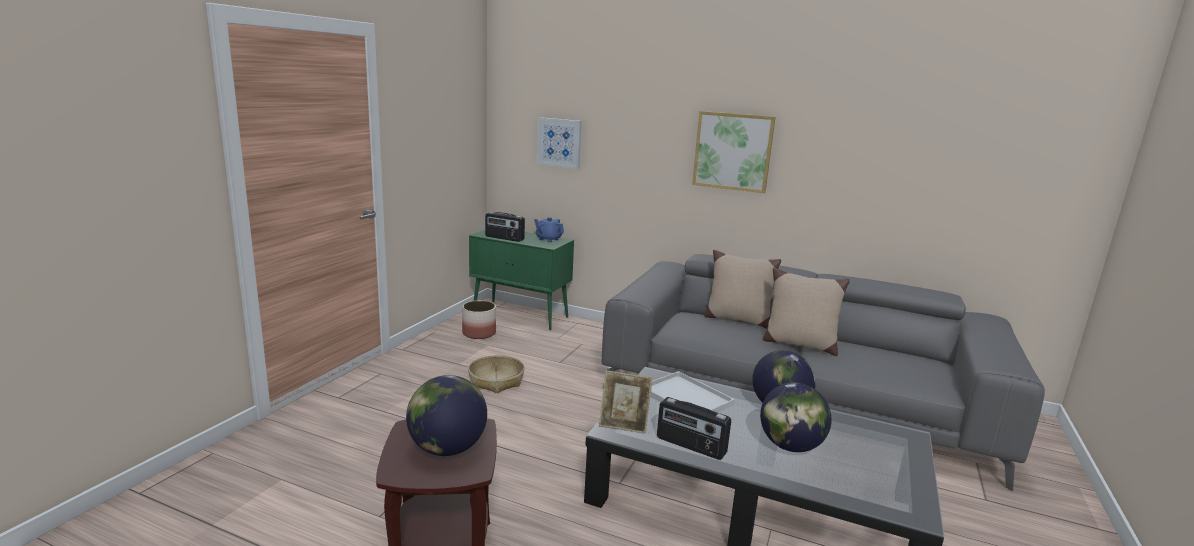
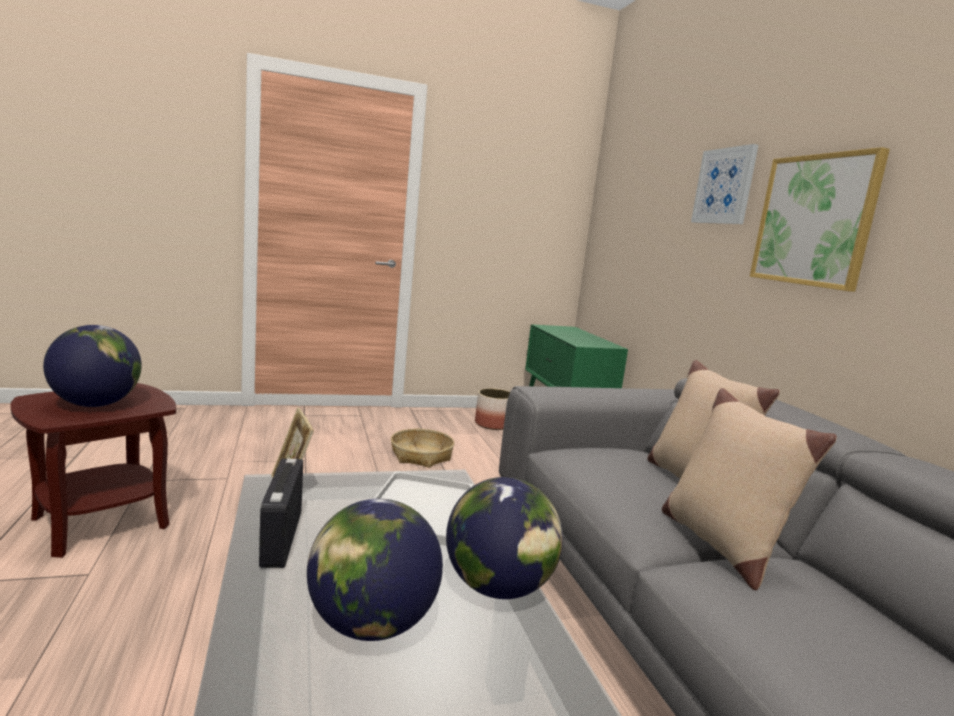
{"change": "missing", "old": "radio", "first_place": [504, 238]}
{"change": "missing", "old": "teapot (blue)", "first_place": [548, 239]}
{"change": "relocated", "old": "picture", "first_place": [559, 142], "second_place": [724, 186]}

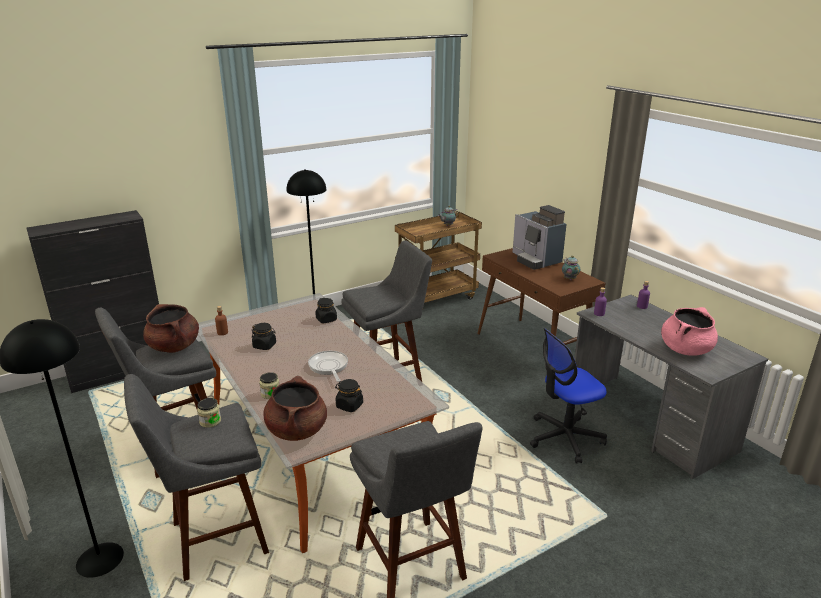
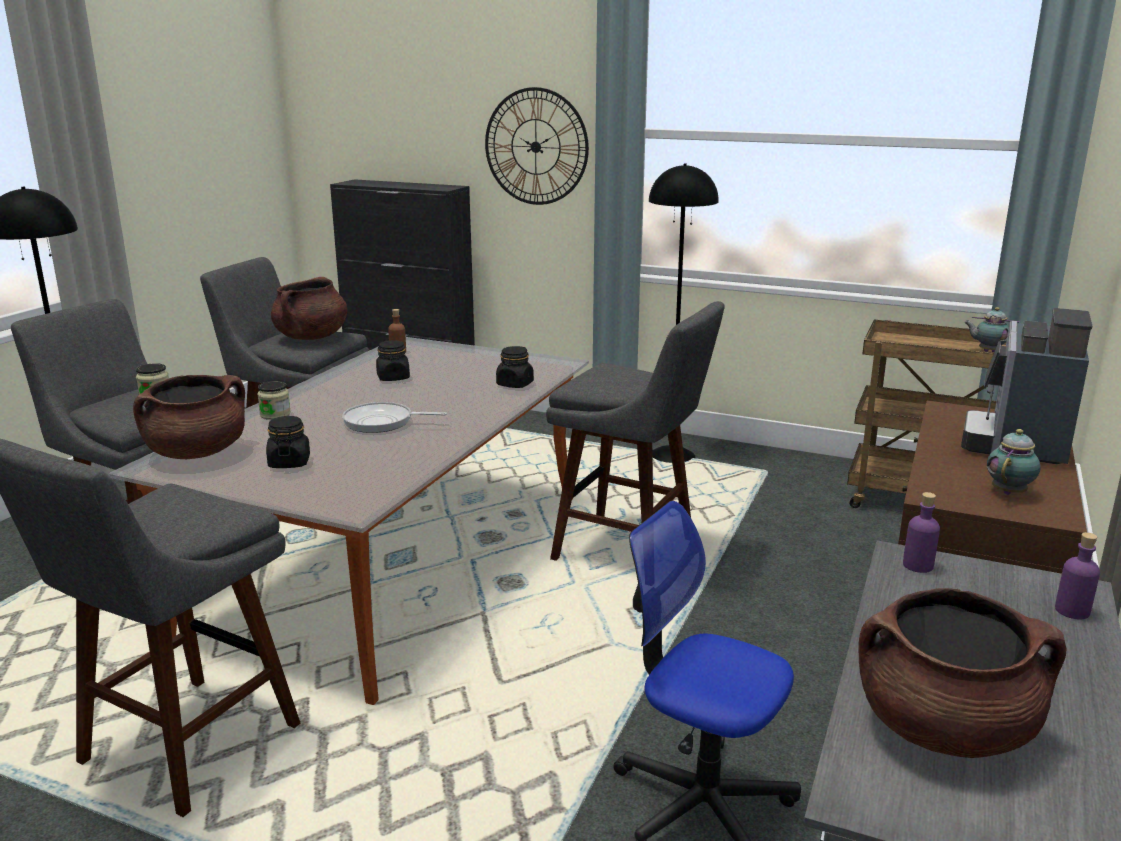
{"change": "spun", "old": "frying pan", "first_place": [328, 367], "second_place": [382, 422], "degrees": -120}
{"change": "colour", "old": "cooking pot (pink)", "new": "cooking pot (brown)", "first_place": [685, 349], "second_place": [944, 728]}
{"change": "appeared", "new": "wall clock", "second_place": [536, 147]}

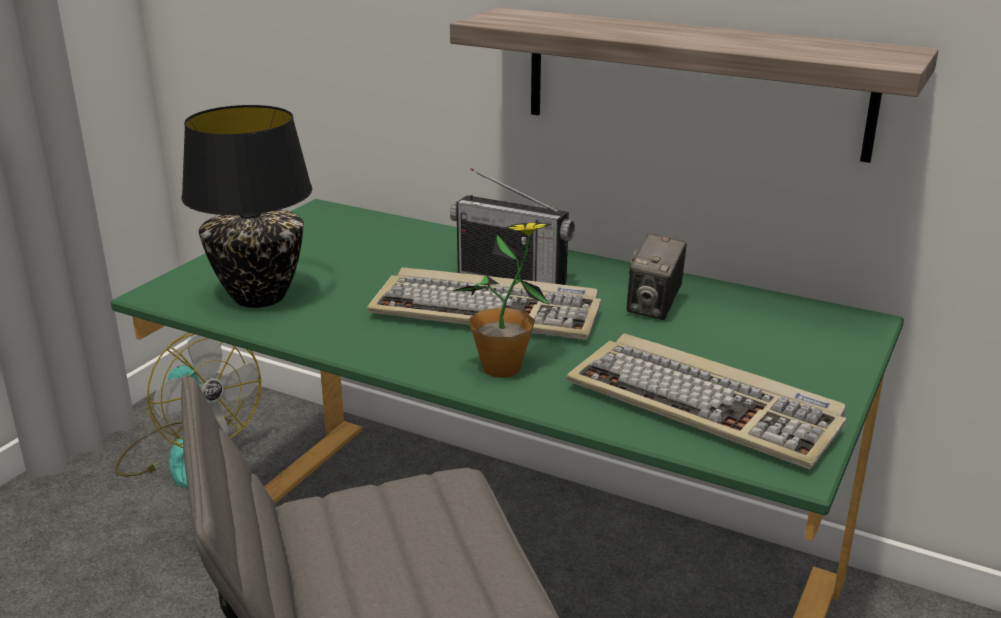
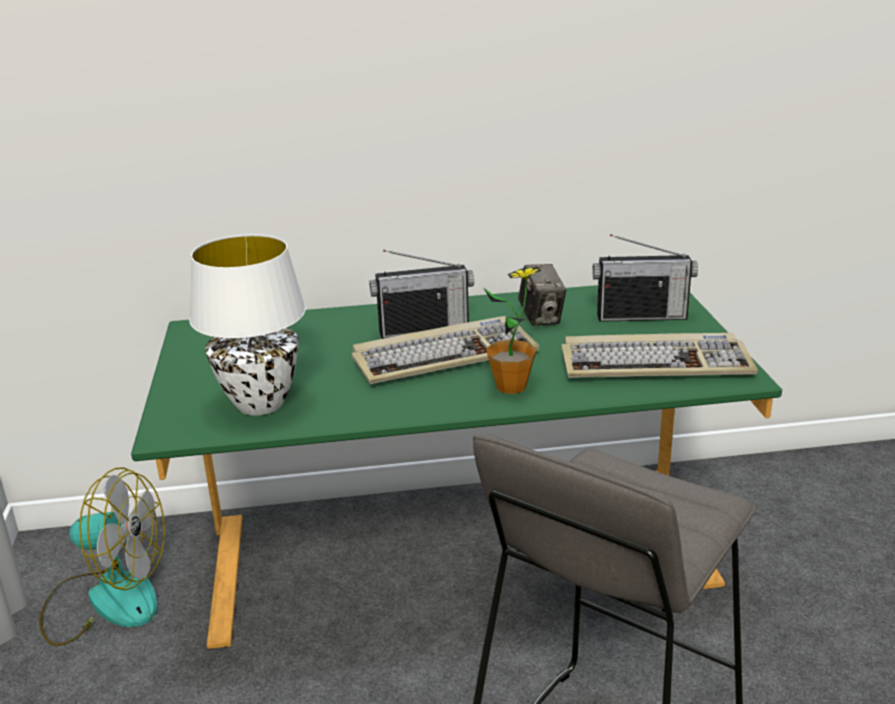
{"change": "colour", "old": "table lamp (black)", "new": "table lamp (white)", "first_place": [259, 296], "second_place": [259, 404]}
{"change": "missing", "old": "shelf", "first_place": [693, 82]}
{"change": "appeared", "new": "radio", "second_place": [641, 316]}

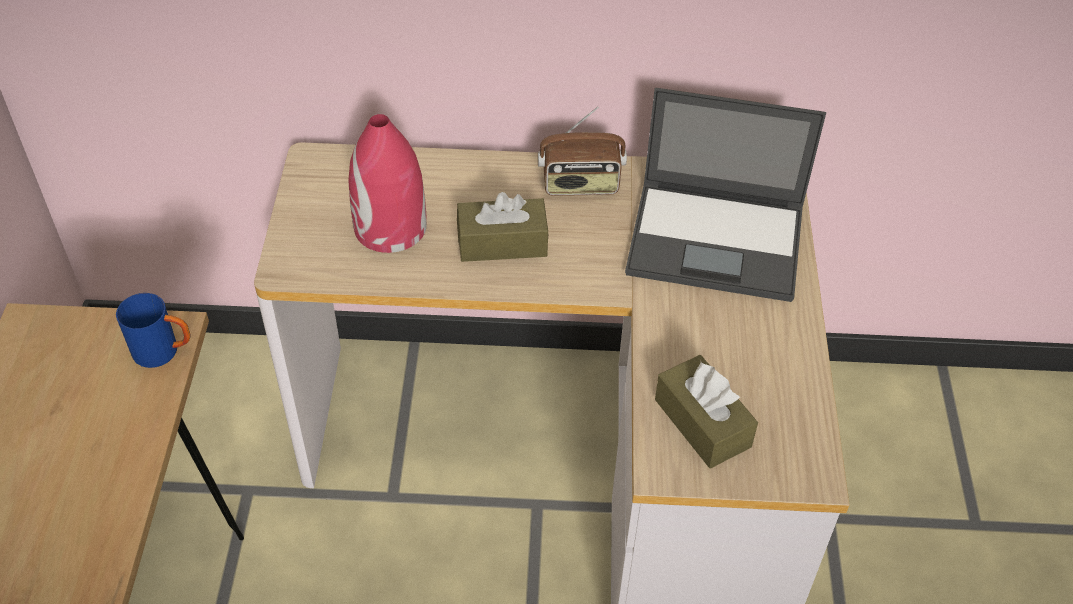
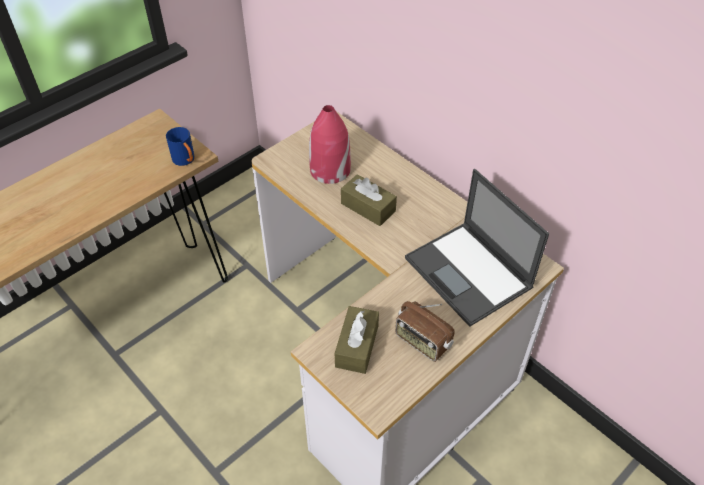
{"change": "relocated", "old": "radio", "first_place": [580, 185], "second_place": [422, 342]}

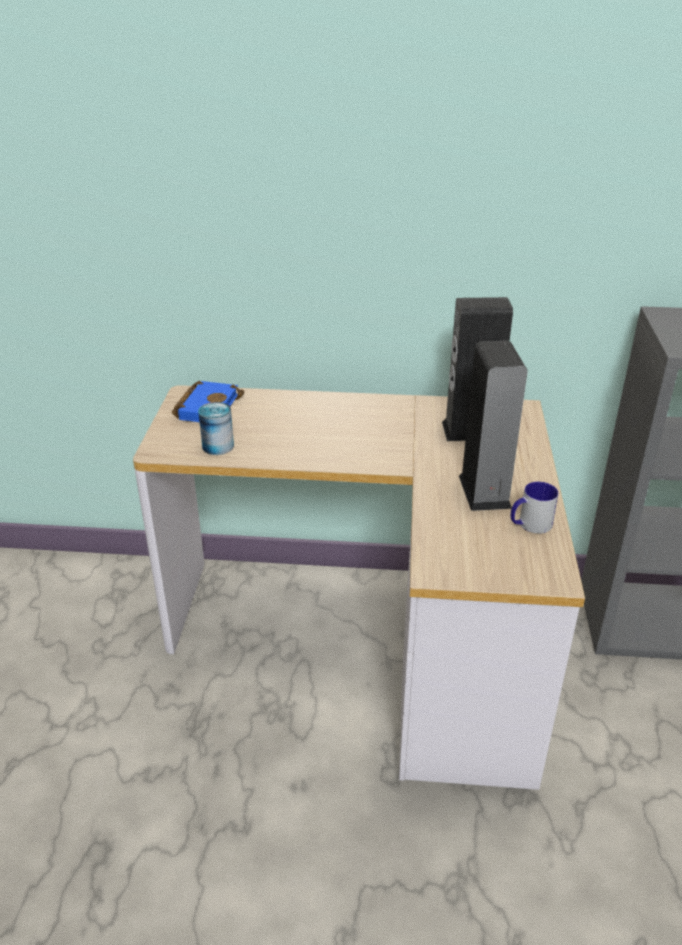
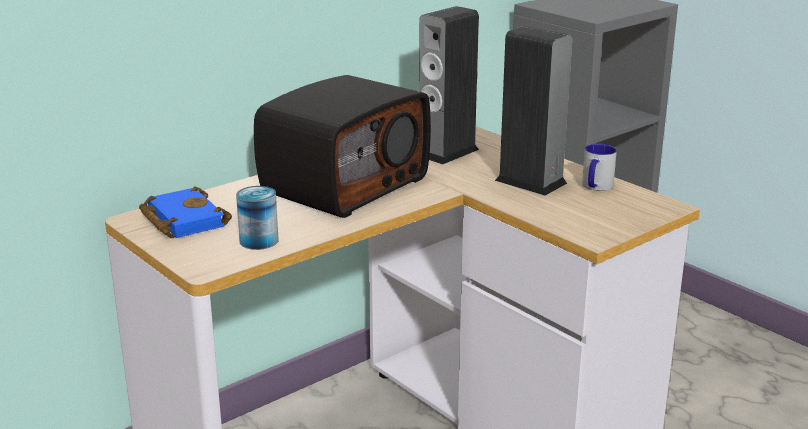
{"change": "appeared", "new": "radio", "second_place": [344, 185]}

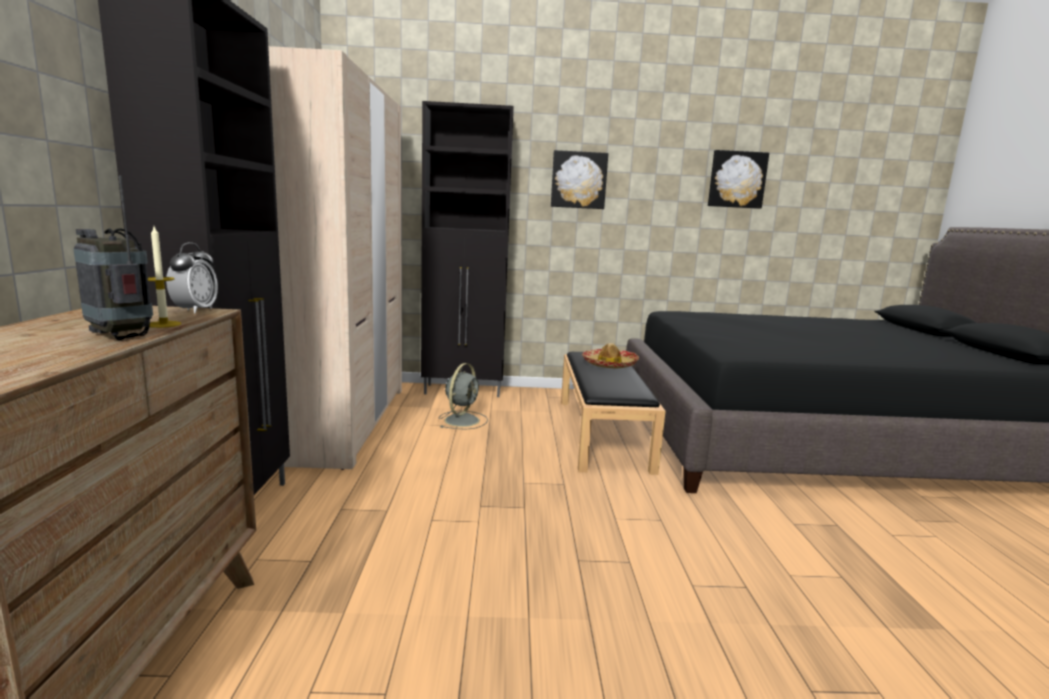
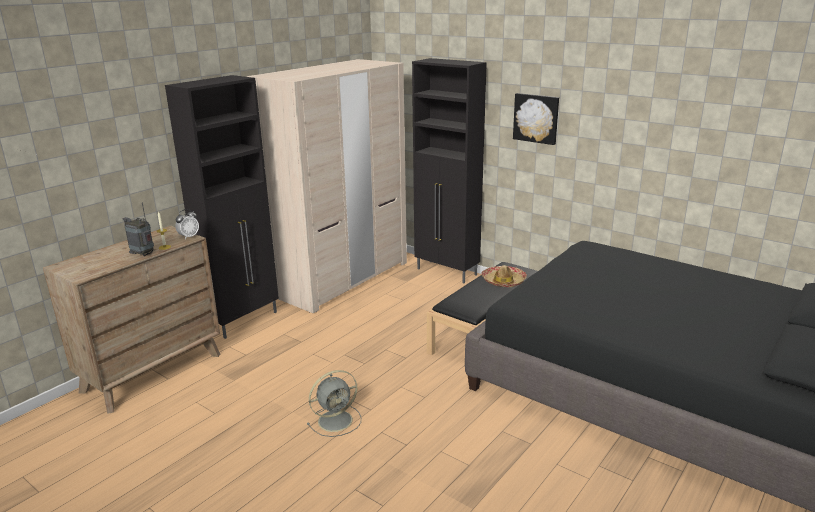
{"change": "spun", "old": "radio", "first_place": [121, 336], "second_place": [143, 254], "degrees": -45}
{"change": "relocated", "old": "fan (grey)", "first_place": [462, 420], "second_place": [336, 420]}
{"change": "missing", "old": "picture", "first_place": [736, 179]}

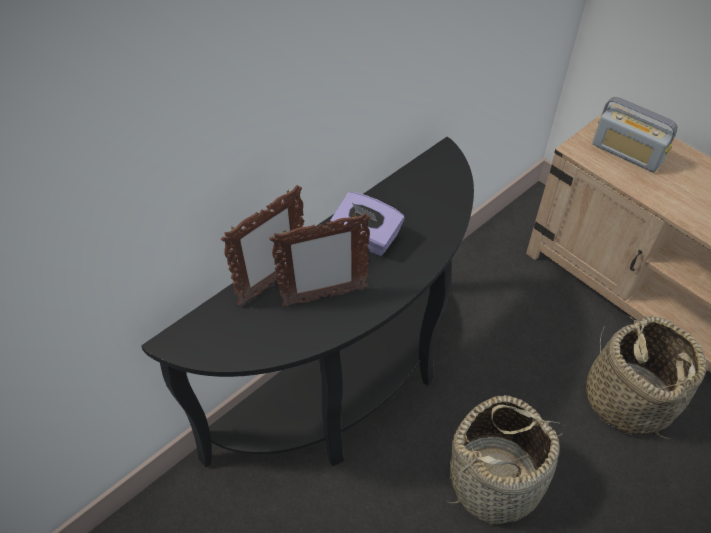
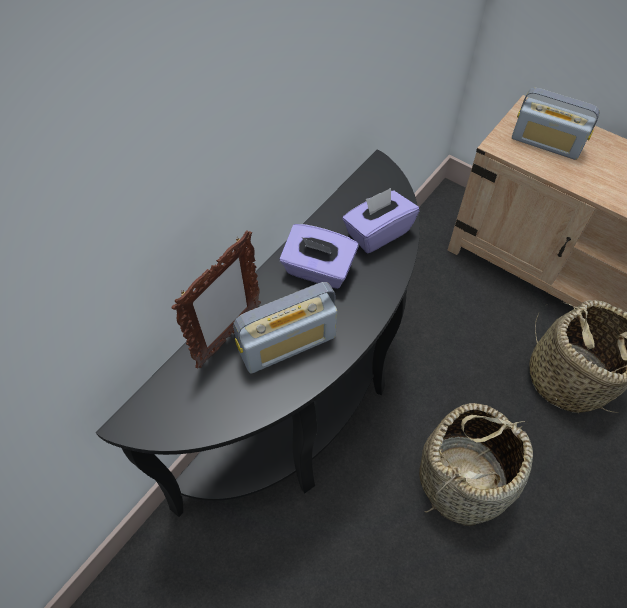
{"change": "exchanged", "old": "picture frame", "new": "radio", "first_place": [324, 297], "second_place": [287, 344]}
{"change": "appeared", "new": "tissue box (purple)", "second_place": [377, 233]}

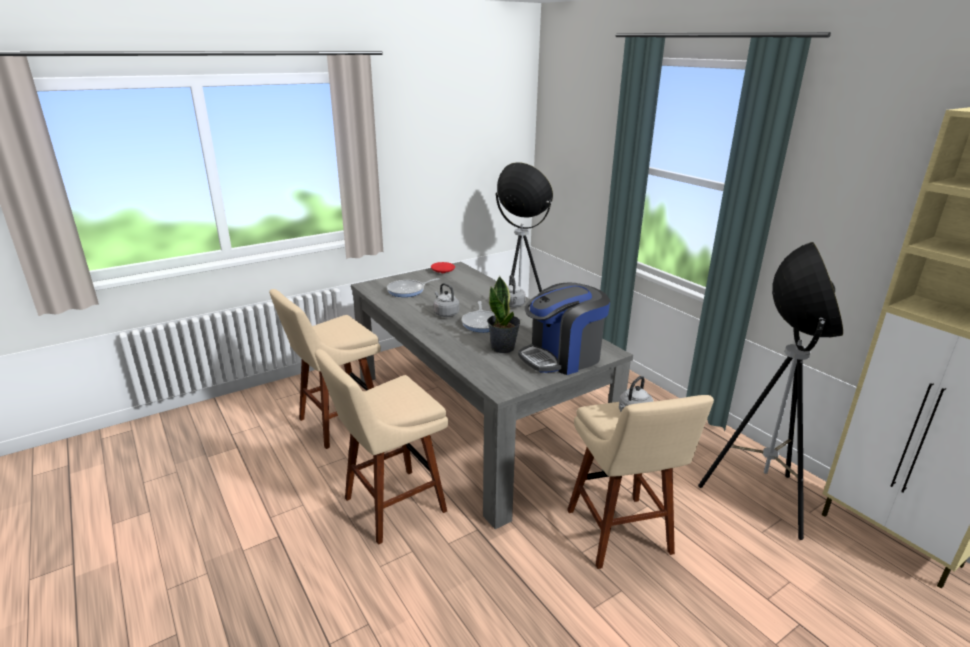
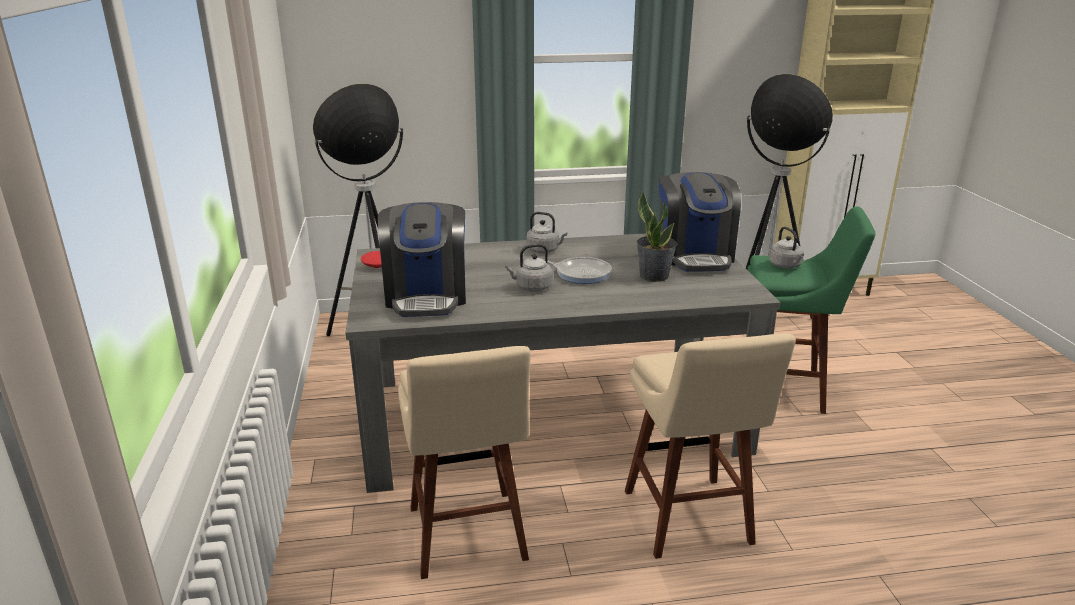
{"change": "exchanged", "old": "frying pan", "new": "coffee machine", "first_place": [408, 290], "second_place": [426, 296]}
{"change": "colour", "old": "stool (beige)", "new": "stool (green)", "first_place": [621, 535], "second_place": [786, 389]}

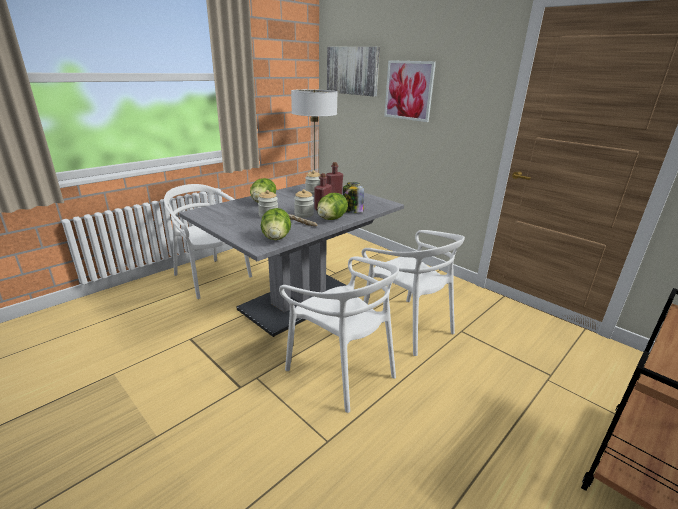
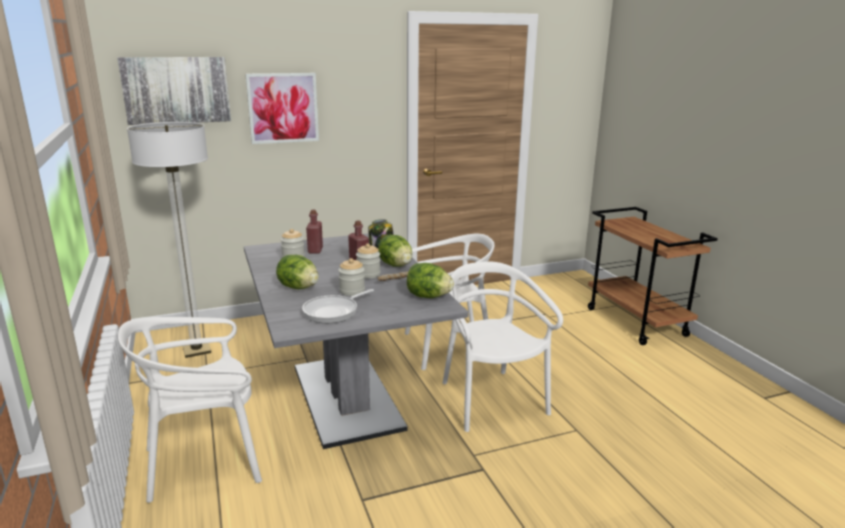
{"change": "spun", "old": "chair (white)", "first_place": [341, 370], "second_place": [491, 400], "degrees": -90}
{"change": "appeared", "new": "frying pan", "second_place": [333, 312]}

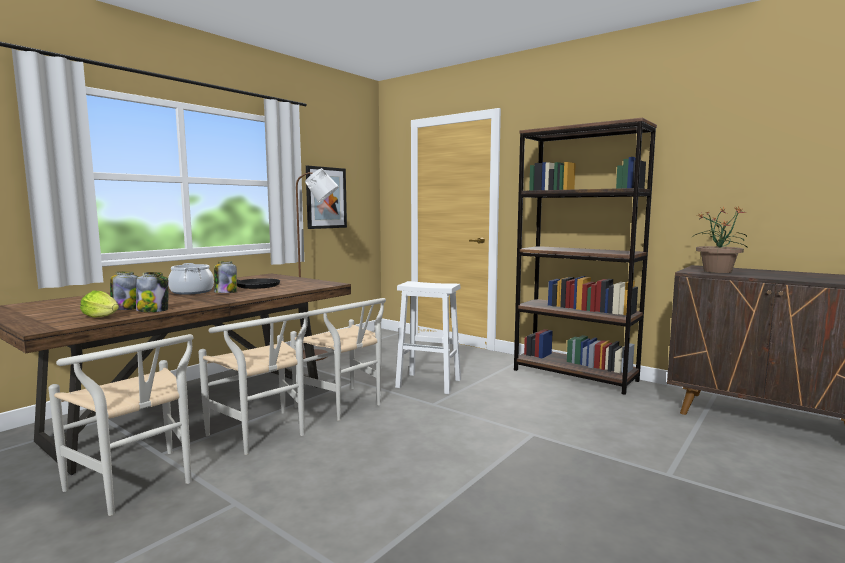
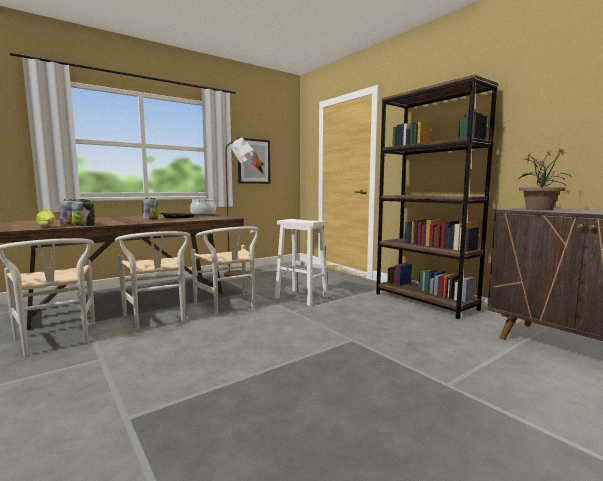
{"change": "relocated", "old": "cooking pot", "first_place": [191, 292], "second_place": [203, 214]}

